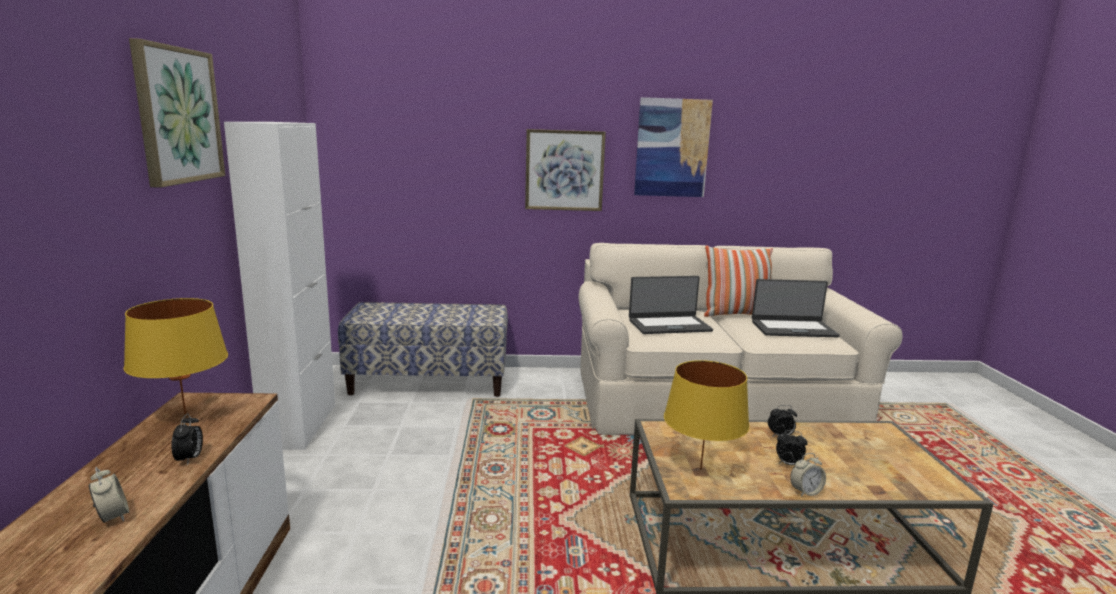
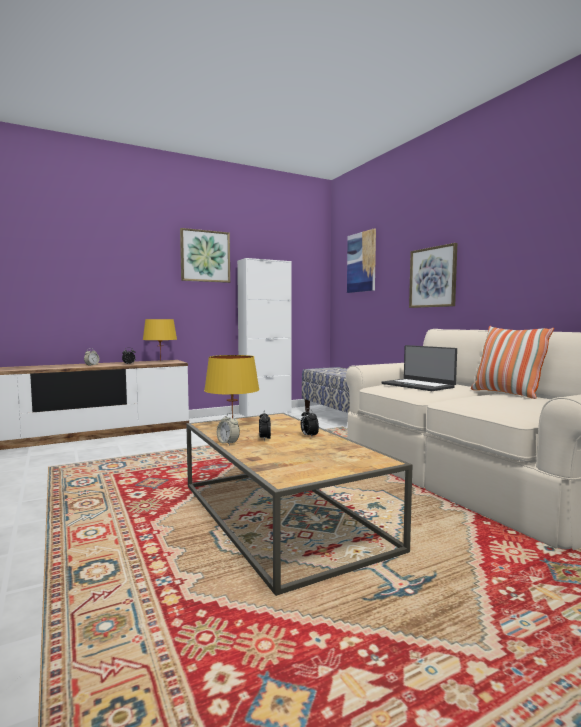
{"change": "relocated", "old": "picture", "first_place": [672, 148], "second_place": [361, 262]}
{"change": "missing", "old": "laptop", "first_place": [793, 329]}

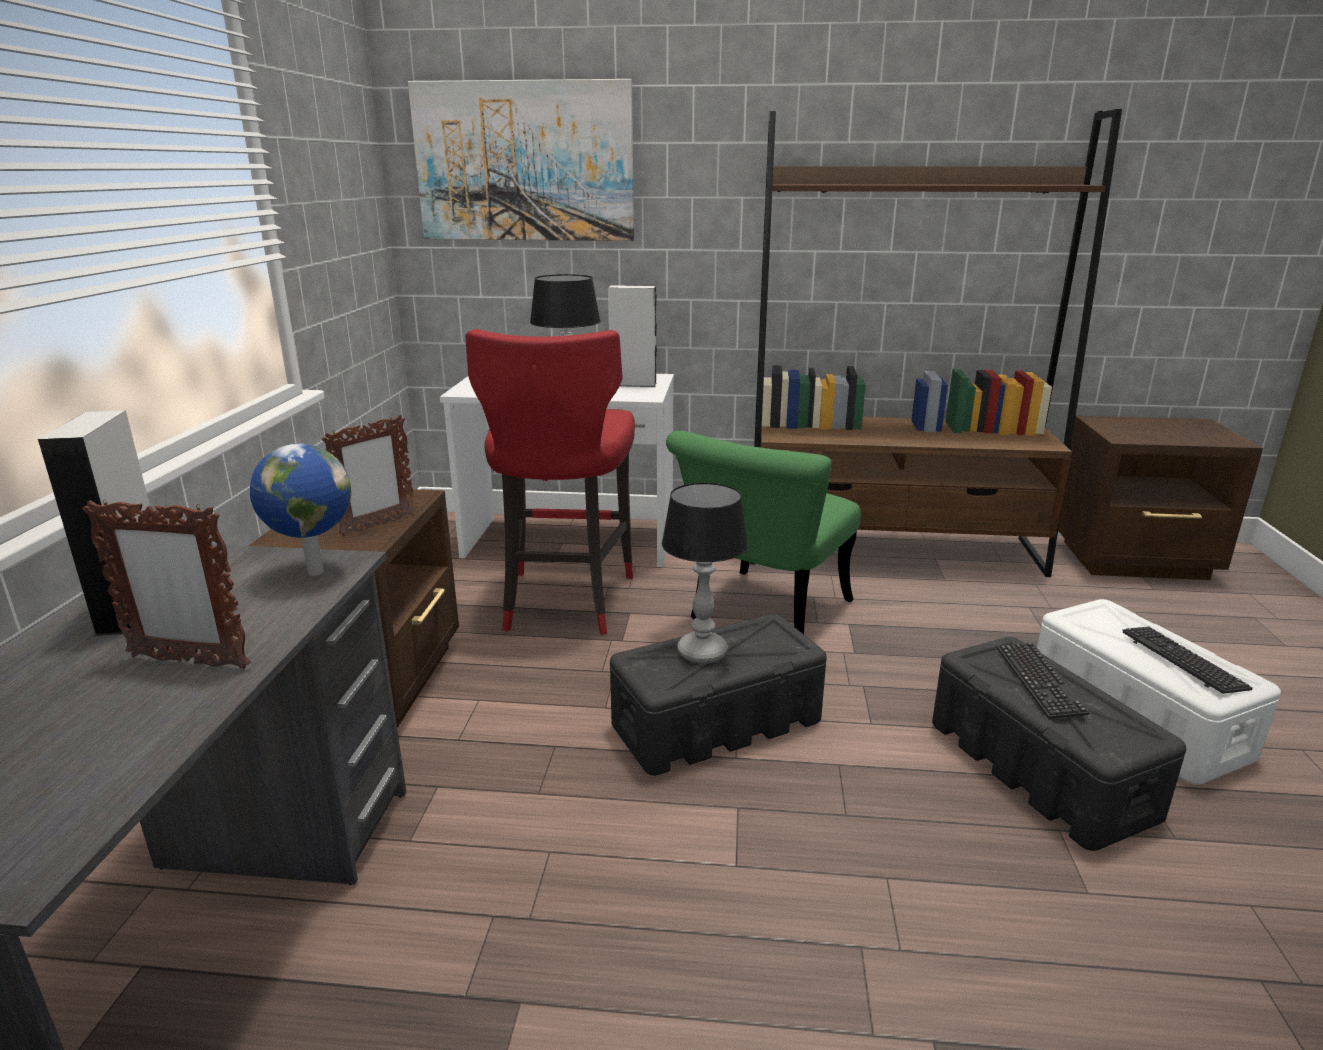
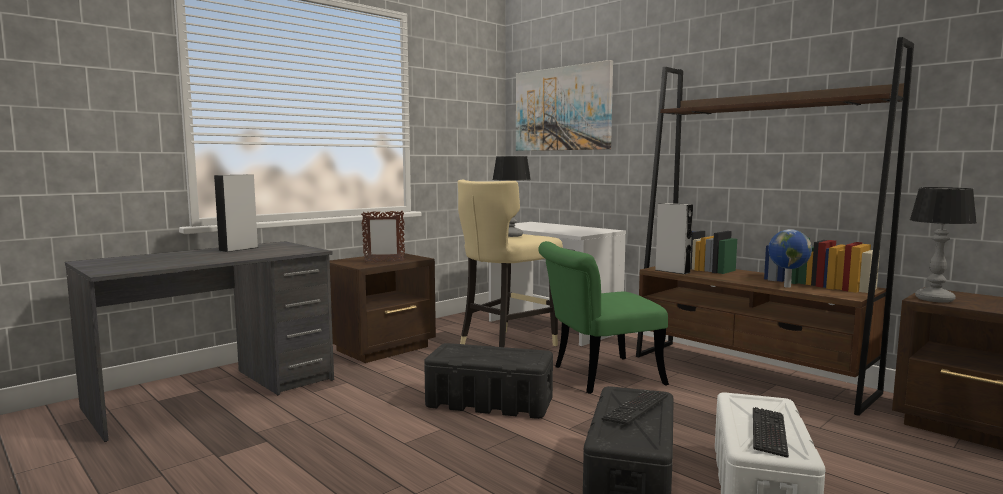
{"change": "missing", "old": "picture frame", "first_place": [188, 662]}
{"change": "relocated", "old": "globe", "first_place": [313, 572], "second_place": [786, 286]}
{"change": "colour", "old": "stool (red)", "new": "stool (beige)", "first_place": [564, 602], "second_place": [505, 346]}
{"change": "relocated", "old": "speaker (grey)", "first_place": [633, 384], "second_place": [672, 271]}
{"change": "relocated", "old": "table lamp", "first_place": [703, 652], "second_place": [935, 299]}

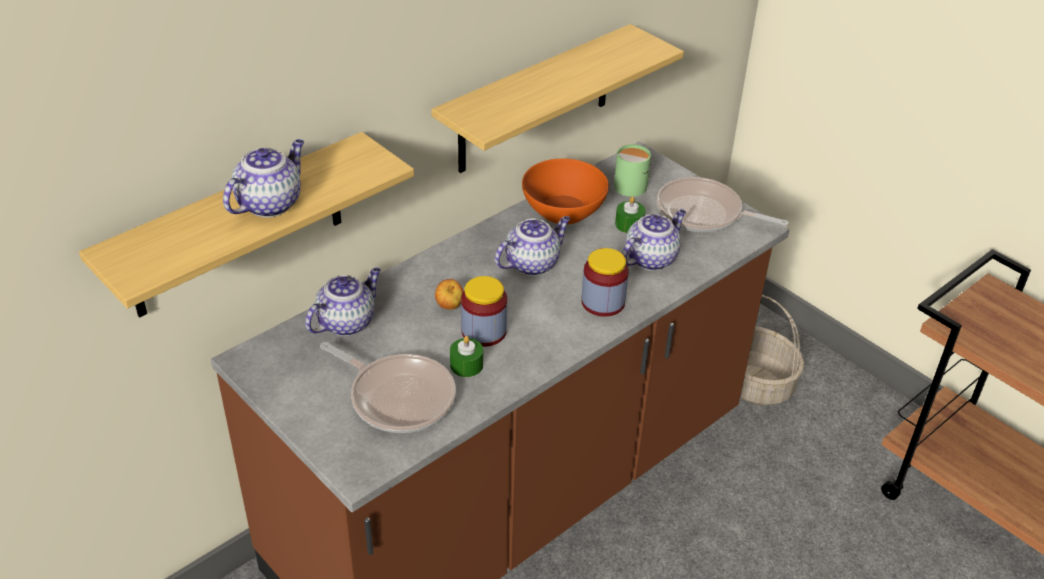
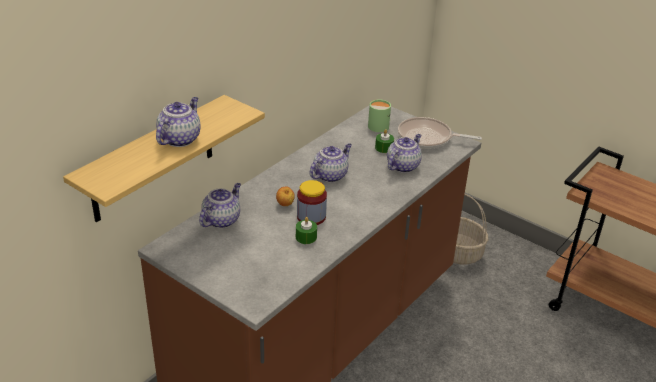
{"change": "missing", "old": "frying pan", "first_place": [398, 397]}
{"change": "missing", "old": "shelf", "first_place": [535, 100]}
{"change": "missing", "old": "bowl (orange)", "first_place": [564, 210]}
{"change": "missing", "old": "jar", "first_place": [603, 302]}

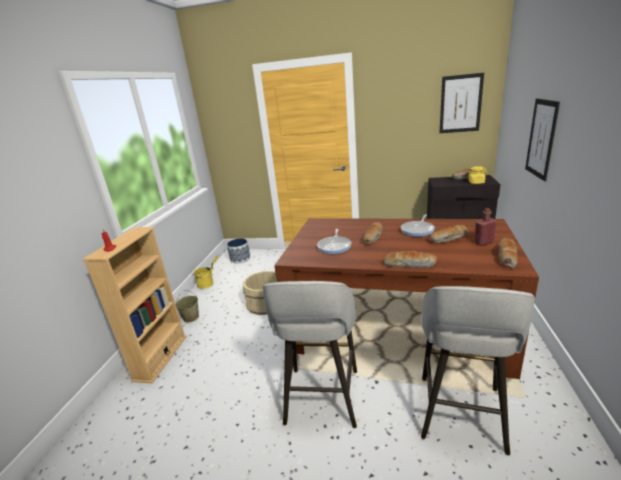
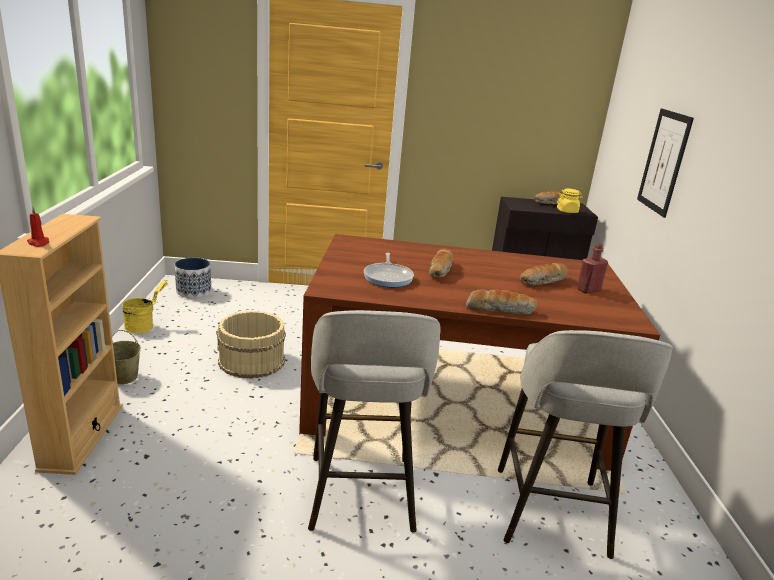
{"change": "missing", "old": "frying pan", "first_place": [418, 230]}
{"change": "missing", "old": "picture", "first_place": [460, 104]}
{"change": "missing", "old": "bread", "first_place": [506, 257]}

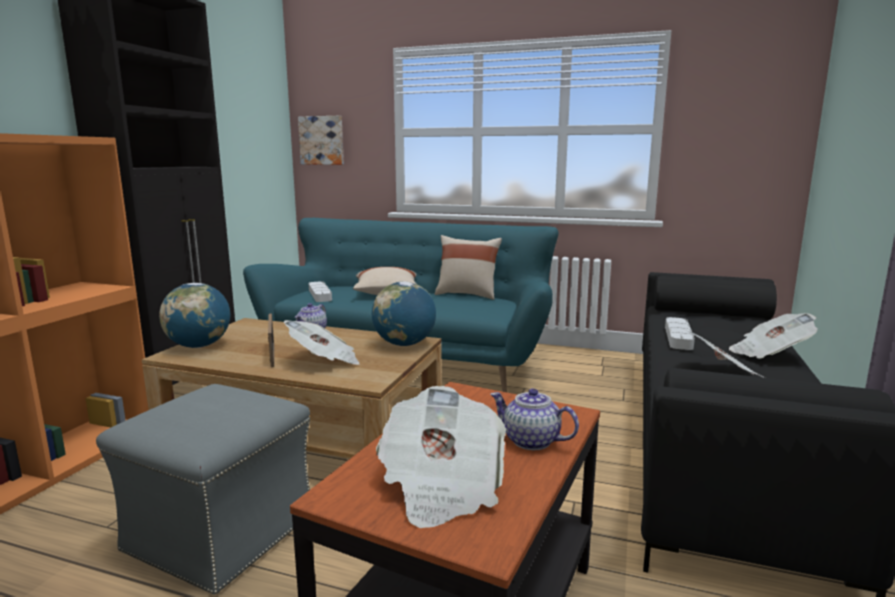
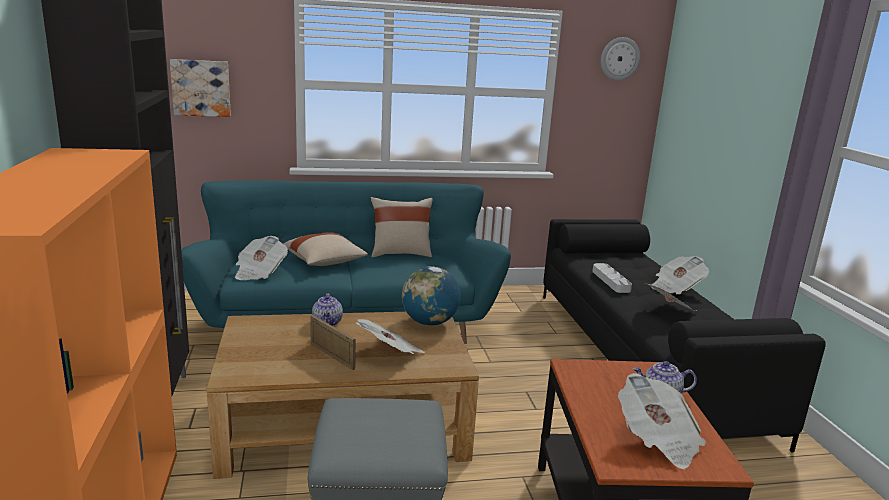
{"change": "missing", "old": "globe", "first_place": [199, 346]}
{"change": "exchanged", "old": "tray (grey)", "new": "newspaper", "first_place": [320, 295], "second_place": [259, 272]}
{"change": "appeared", "new": "wall clock", "second_place": [619, 58]}

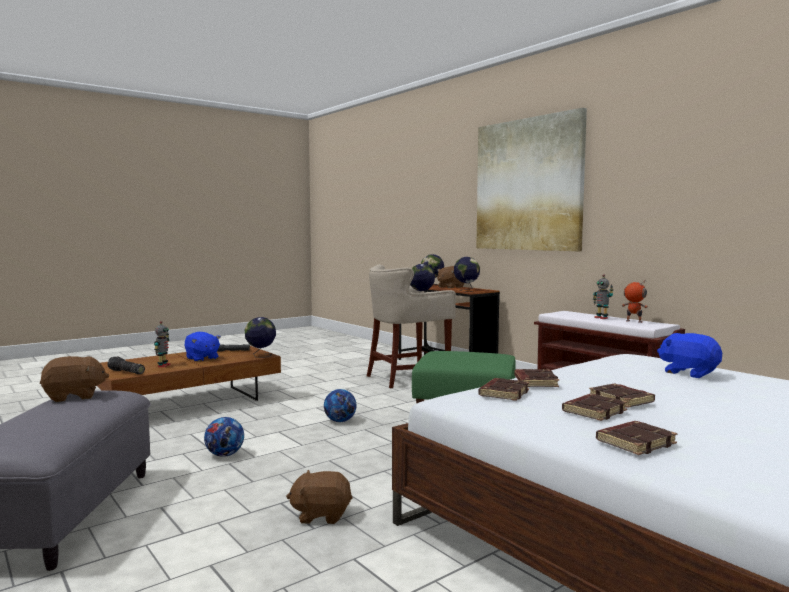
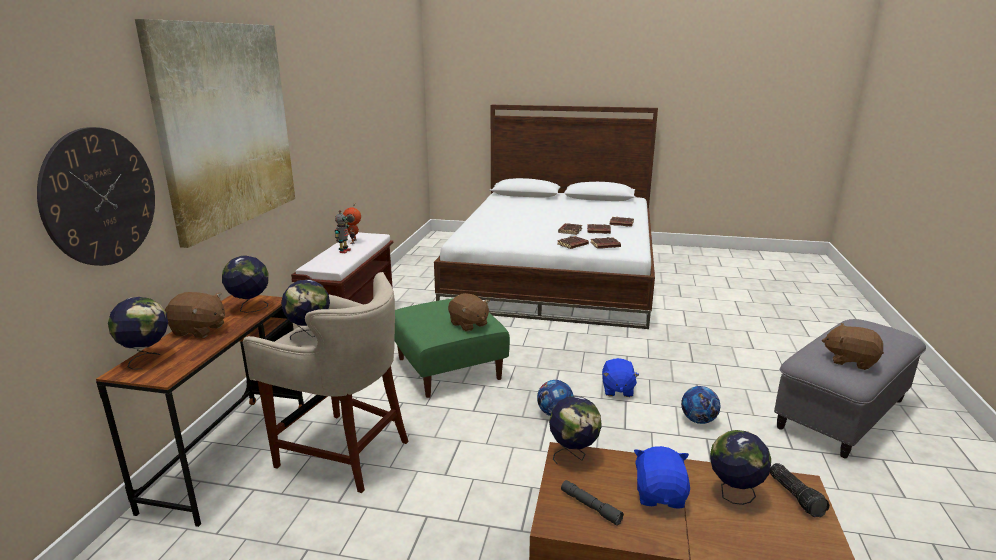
{"change": "exchanged", "old": "toy robot", "new": "globe", "first_place": [163, 365], "second_place": [733, 494]}
{"change": "relocated", "old": "plush toy (brown)", "first_place": [321, 515], "second_place": [468, 324]}
{"change": "relocated", "old": "plush toy (blue)", "first_place": [689, 373], "second_place": [617, 390]}
{"change": "appeared", "new": "wall clock", "second_place": [100, 197]}

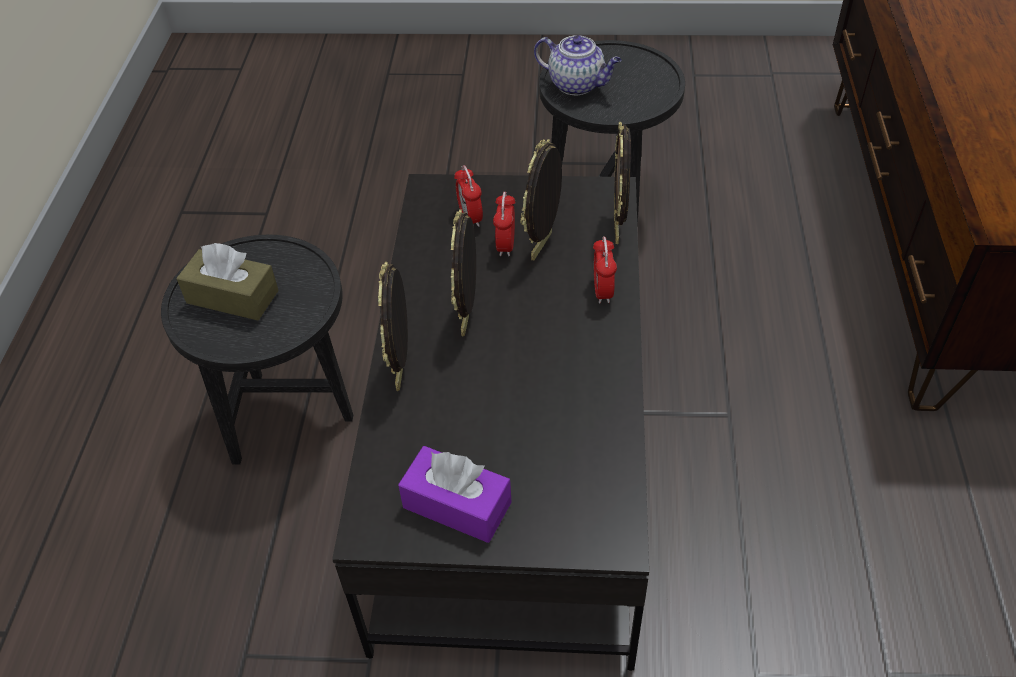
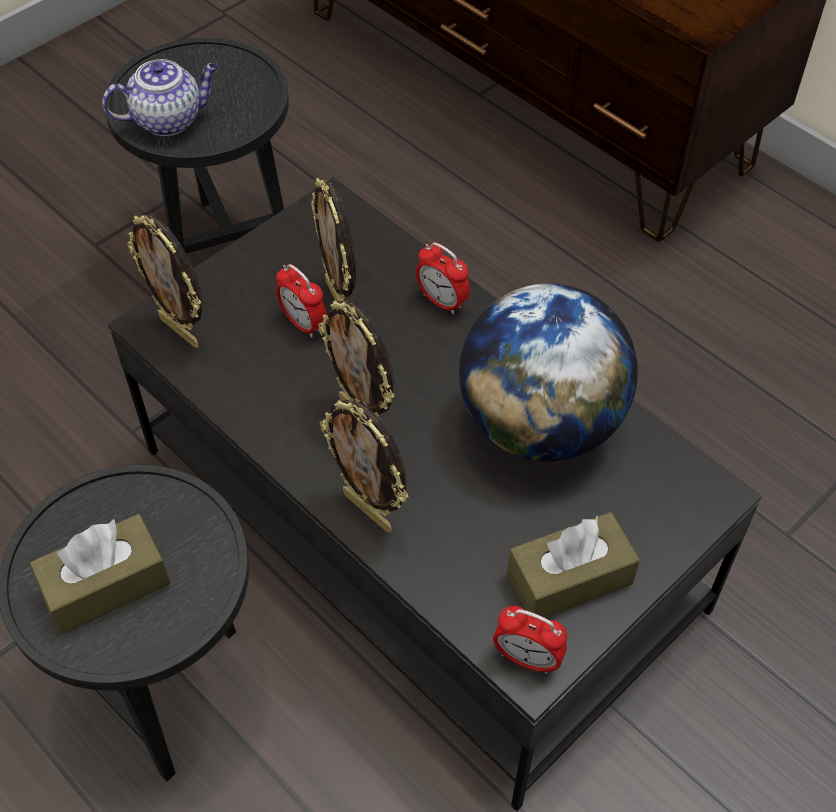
{"change": "colour", "old": "tissue box (purple)", "new": "tissue box (brown)", "first_place": [457, 505], "second_place": [569, 578]}
{"change": "relocated", "old": "alarm clock", "first_place": [470, 218], "second_place": [527, 658]}
{"change": "relocated", "old": "picture frame", "first_place": [618, 229], "second_place": [181, 331]}
{"change": "appeared", "new": "globe", "second_place": [540, 424]}

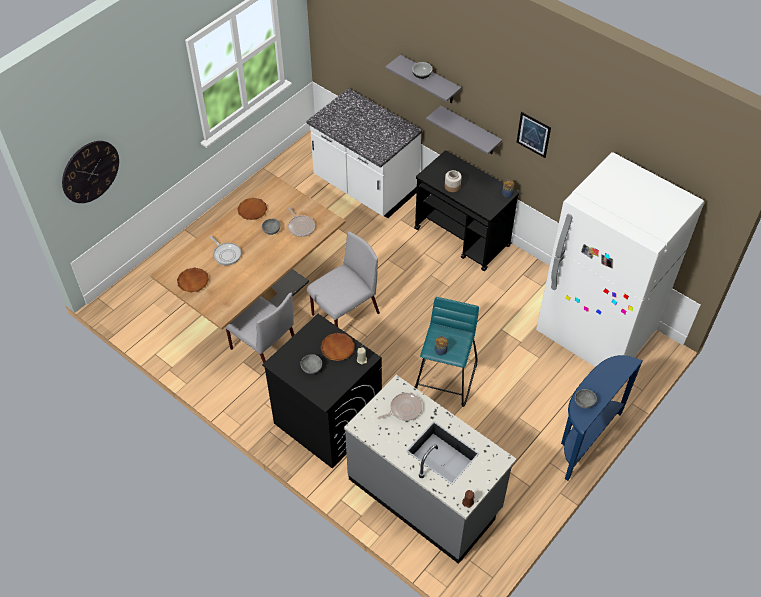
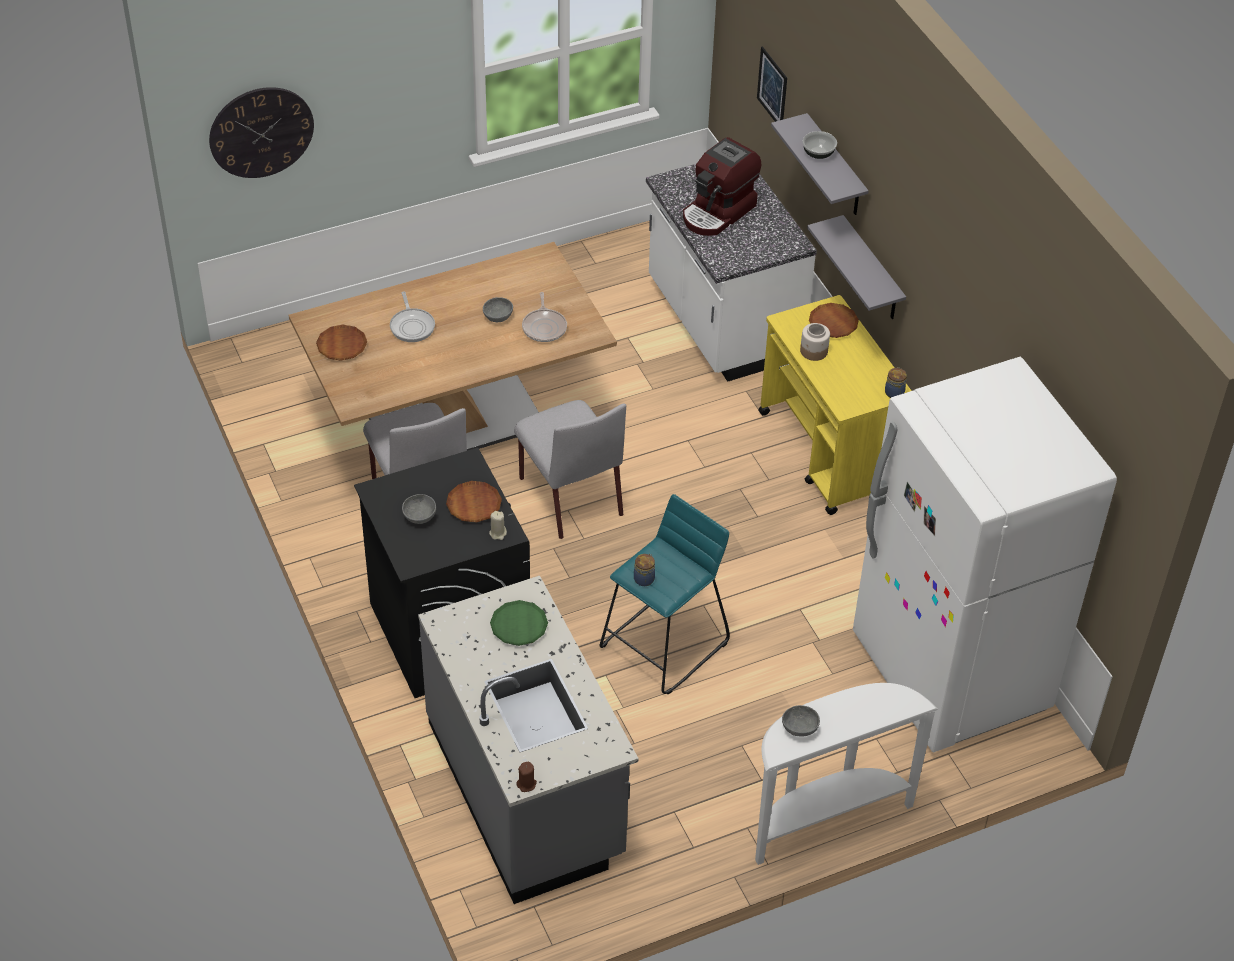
{"change": "relocated", "old": "plate (brown)", "first_place": [252, 210], "second_place": [833, 323]}
{"change": "spun", "old": "chair (grey)", "first_place": [344, 315], "second_place": [569, 495], "degrees": 75}
{"change": "exchanged", "old": "frying pan", "new": "plate (green)", "first_place": [404, 409], "second_place": [519, 626]}
{"change": "colour", "old": "cart (black)", "new": "cart (yellow)", "first_place": [462, 237], "second_place": [828, 453]}
{"change": "relocated", "old": "picture", "first_place": [533, 134], "second_place": [772, 87]}
{"change": "colour", "old": "console table (blue)", "new": "console table (white)", "first_place": [584, 439], "second_place": [825, 817]}
{"change": "appeared", "new": "coffee machine", "second_place": [718, 212]}

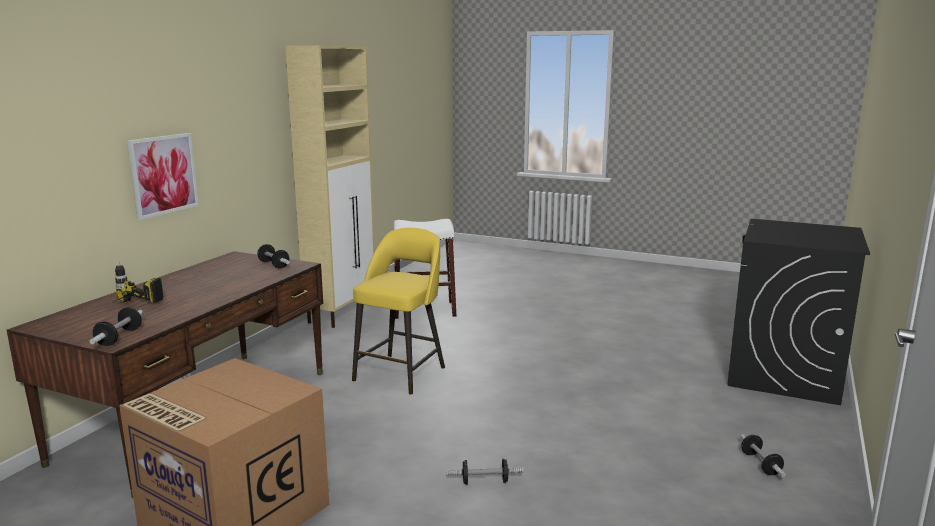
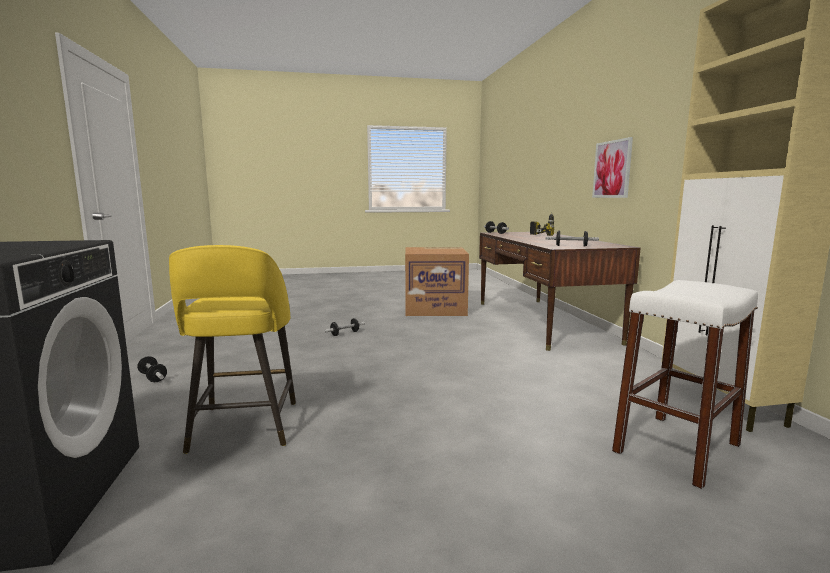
{"change": "relocated", "old": "stool (yellow)", "first_place": [401, 373], "second_place": [244, 428]}

